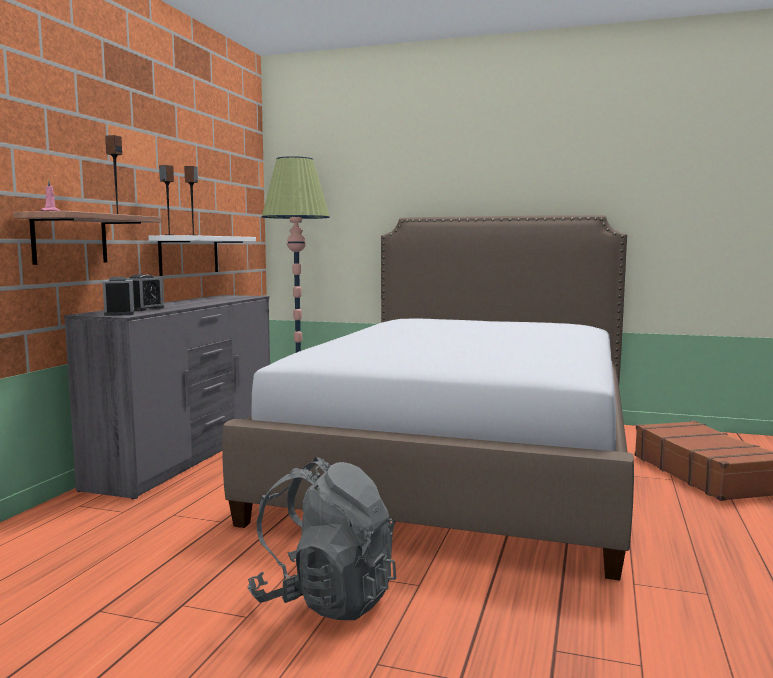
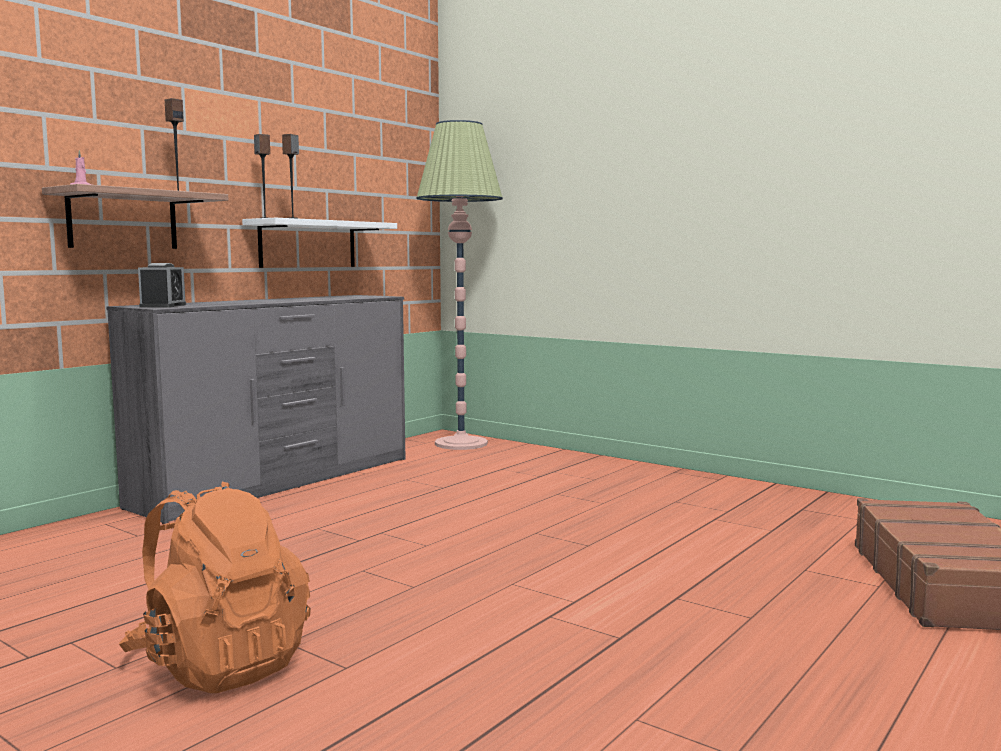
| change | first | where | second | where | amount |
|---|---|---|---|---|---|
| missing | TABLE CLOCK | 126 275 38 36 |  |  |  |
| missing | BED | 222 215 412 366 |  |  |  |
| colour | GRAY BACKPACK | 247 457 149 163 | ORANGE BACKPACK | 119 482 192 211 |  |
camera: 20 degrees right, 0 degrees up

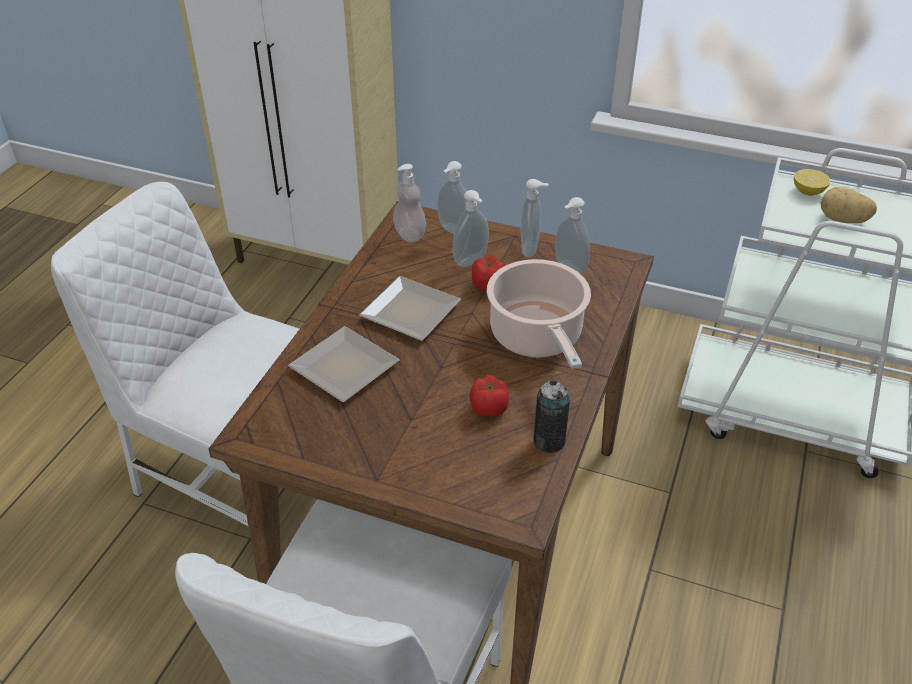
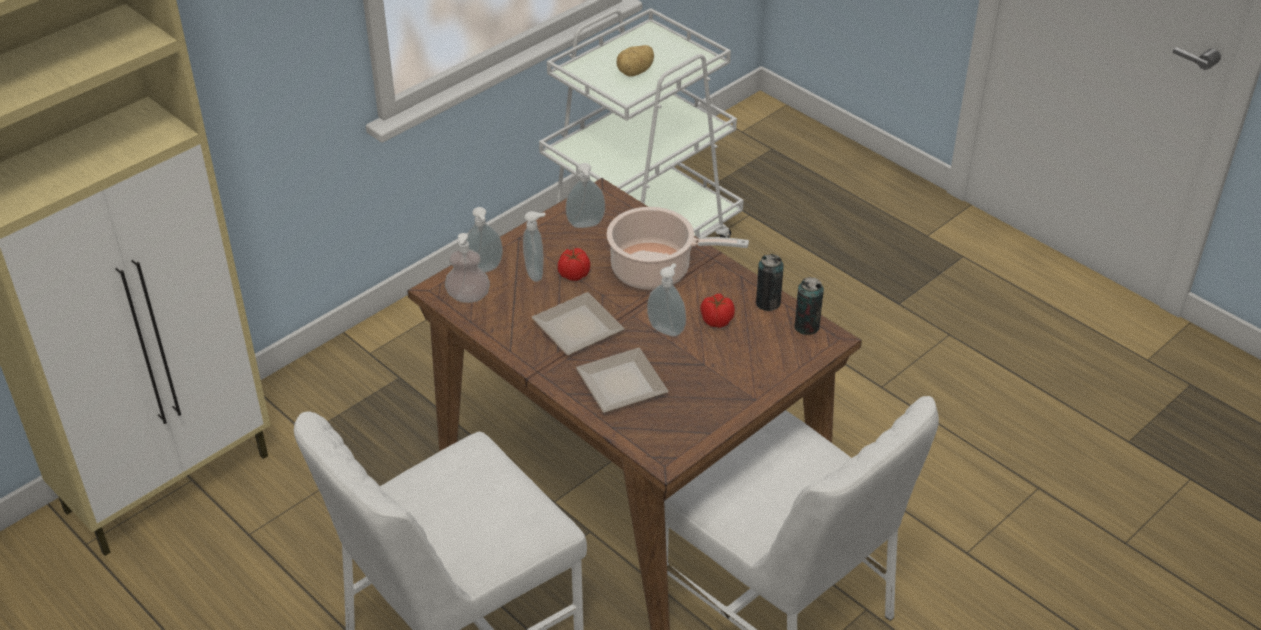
| change | first | where | second | where | amount |
|---|---|---|---|---|---|
| relocated | LIQUID SOAP BOTTLE | 520 179 29 78 |  | 647 263 39 73 |  |
| missing | CITRUS FRUIT | 794 169 36 27 |  |  |  |
| appeared |  |  | SEALED CAN | 794 277 30 58 |  |
camera: 65 degrees left, 0 degrees up

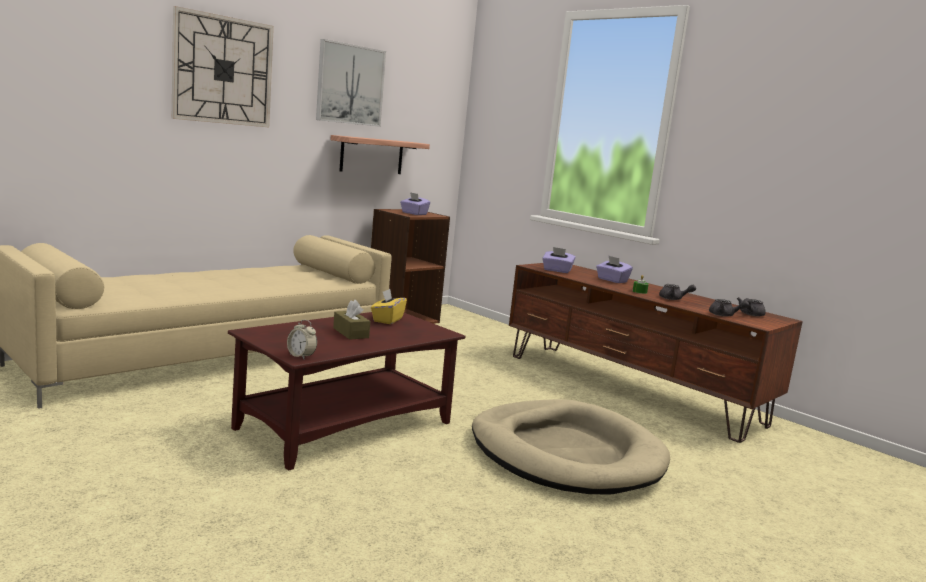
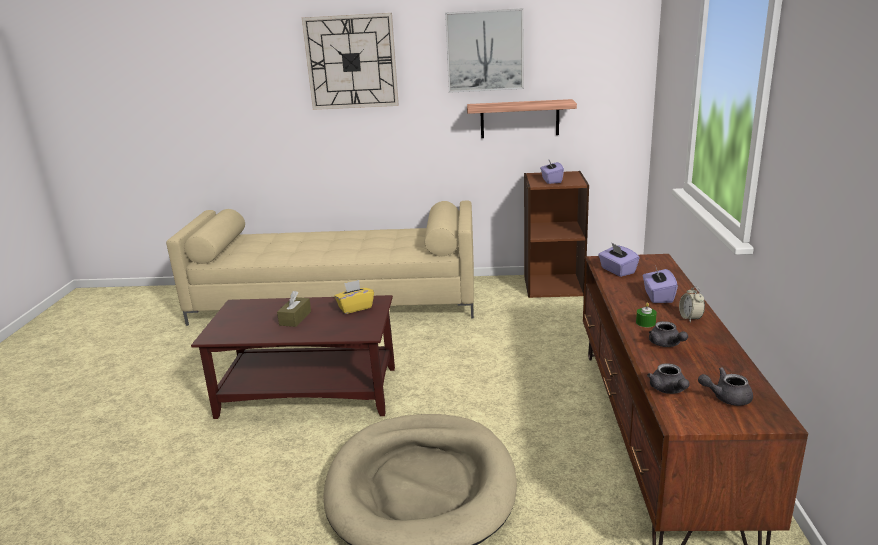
| change | first | where | second | where | amount |
|---|---|---|---|---|---|
| relocated | TABLE CLOCK | 287 320 30 39 |  | 679 286 26 37 |  |
camera: 50 degrees right, 10 degrees up

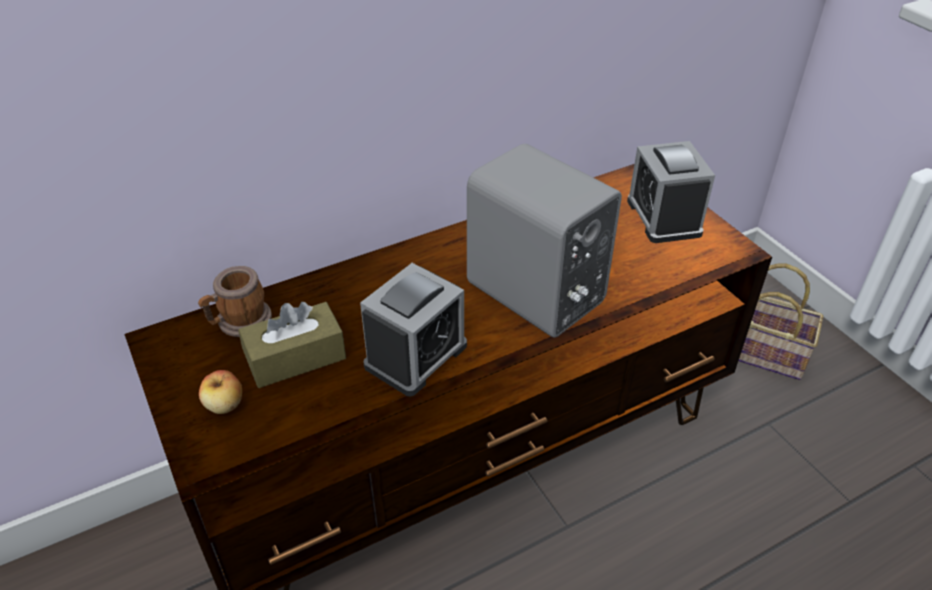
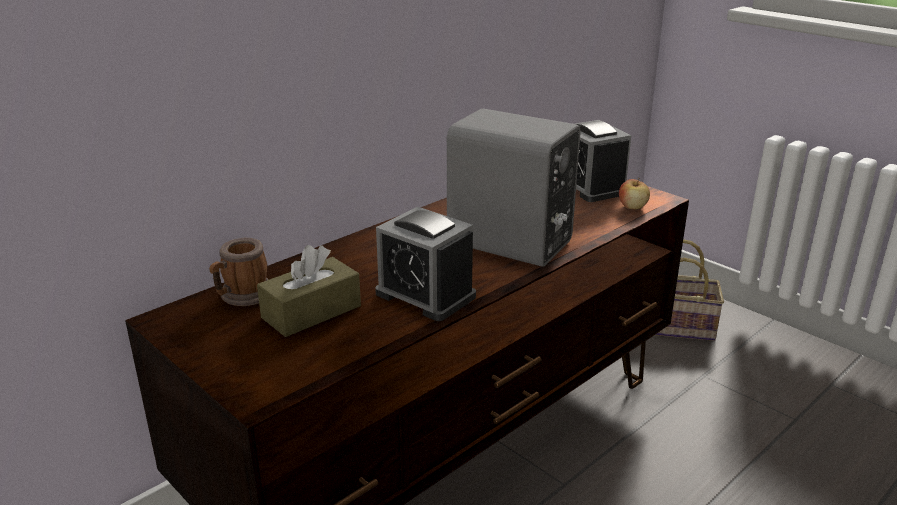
| change | first | where | second | where | amount |
|---|---|---|---|---|---|
| relocated | APPLE | 199 370 43 44 |  | 619 178 31 32 |  |
| spun | TABLE CLOCK | 360 263 107 133 |  | 375 207 101 114 | 105 degrees clockwise |
camera: 15 degrees left, 15 degrees down

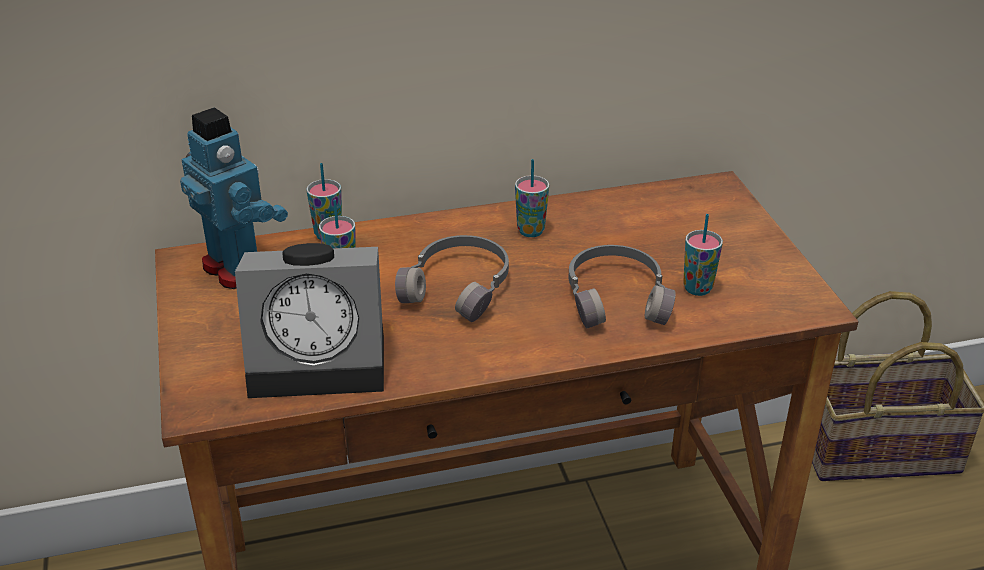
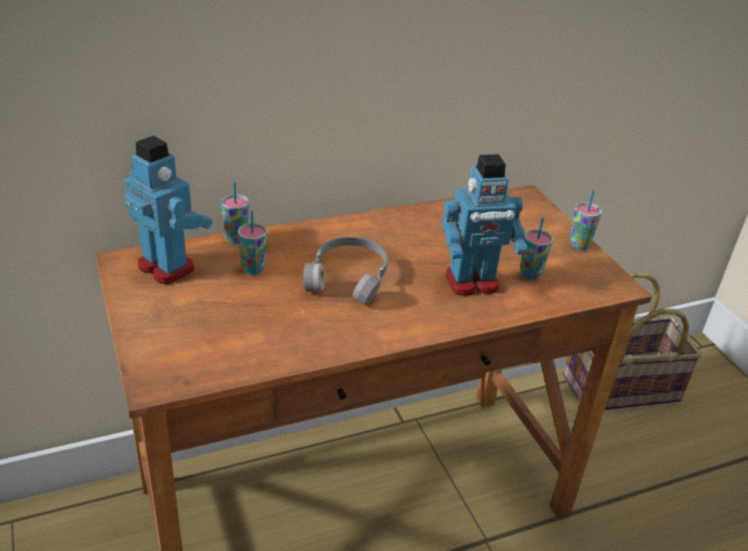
| change | first | where | second | where | amount |
|---|---|---|---|---|---|
| missing | TABLE CLOCK | 235 243 149 155 |  |  |  |
| relocated | CUP | 515 159 34 78 |  | 570 190 32 60 |  |
| exchanged | GRAY HEADSET | 569 245 106 83 | ROBOT FIGURE | 442 154 85 142 |  |
camera: 10 degrees left, 0 degrees up

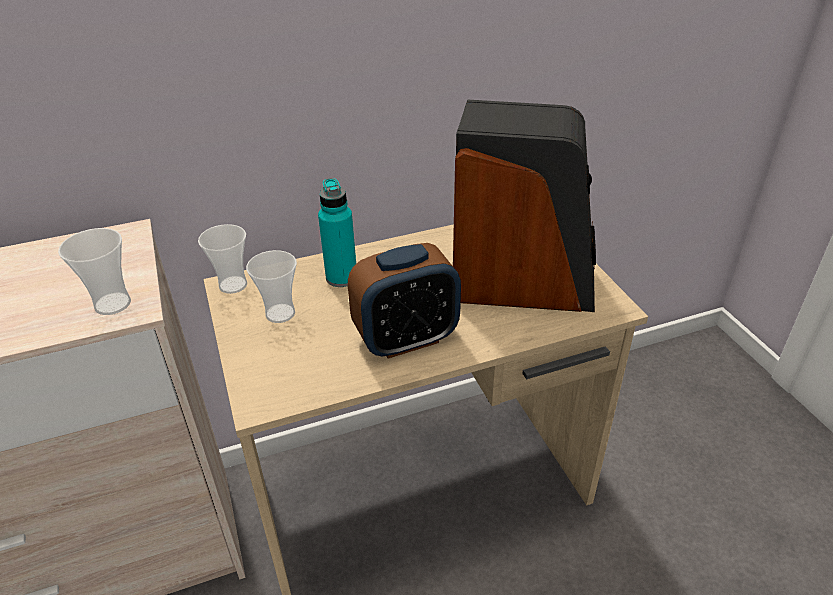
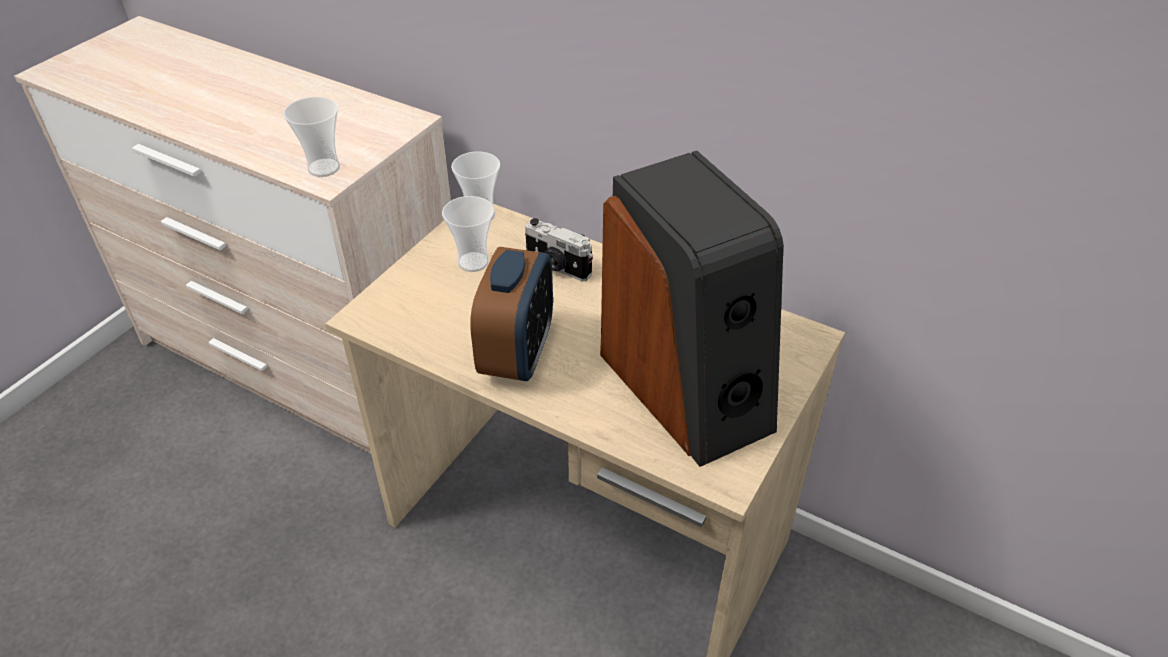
| change | first | where | second | where | amount |
|---|---|---|---|---|---|
| exchanged | TURQUOISE-COLOURED BOTTLE | 318 178 38 109 | STILL CAMERA | 525 218 68 64 |  |
| spun | TABLE CLOCK | 348 243 113 116 |  | 470 247 83 134 | 105 degrees counterclockwise |
camera: 50 degrees right, 5 degrees up

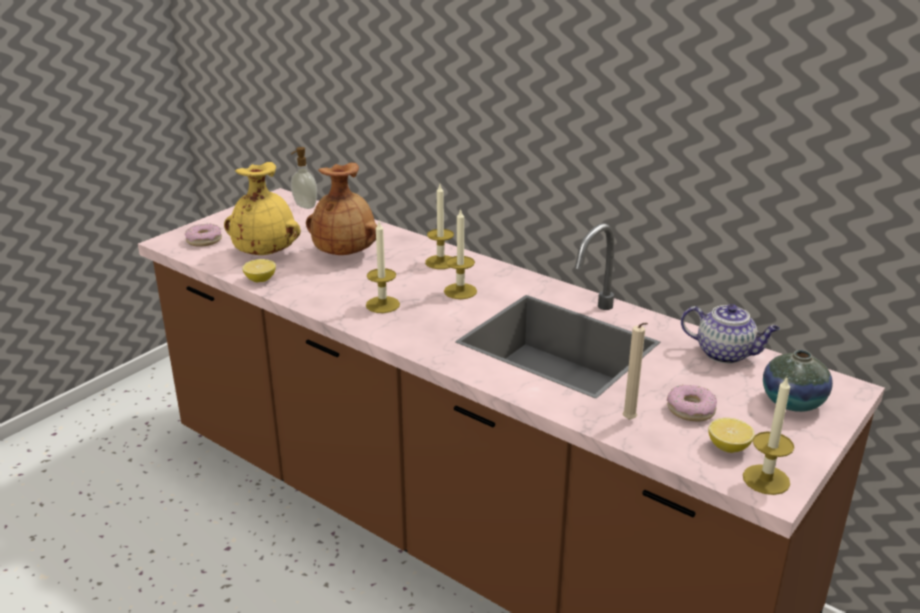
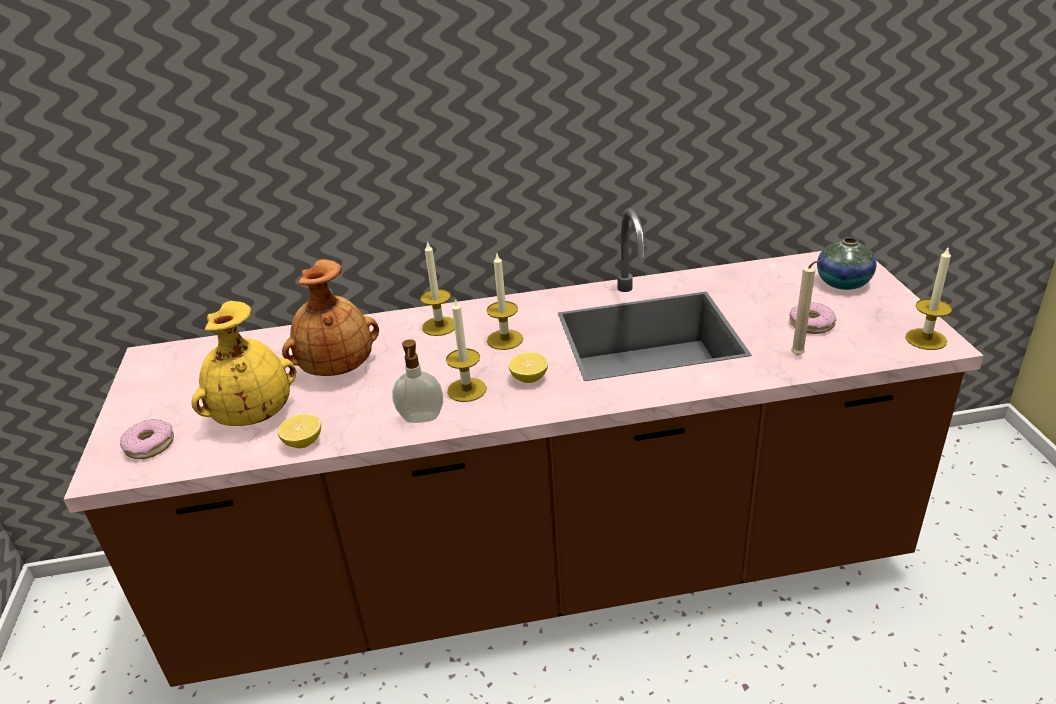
| change | first | where | second | where | amount |
|---|---|---|---|---|---|
| relocated | LIQUID SOAP BOTTLE | 291 147 26 62 |  | 392 339 51 84 |  |
| missing | TEAPOT | 681 304 99 60 |  |  |  |
| relocated | CITRUS FRUIT | 708 418 46 35 |  | 509 352 39 31 |  |
camera: 45 degrees left, 5 degrees up

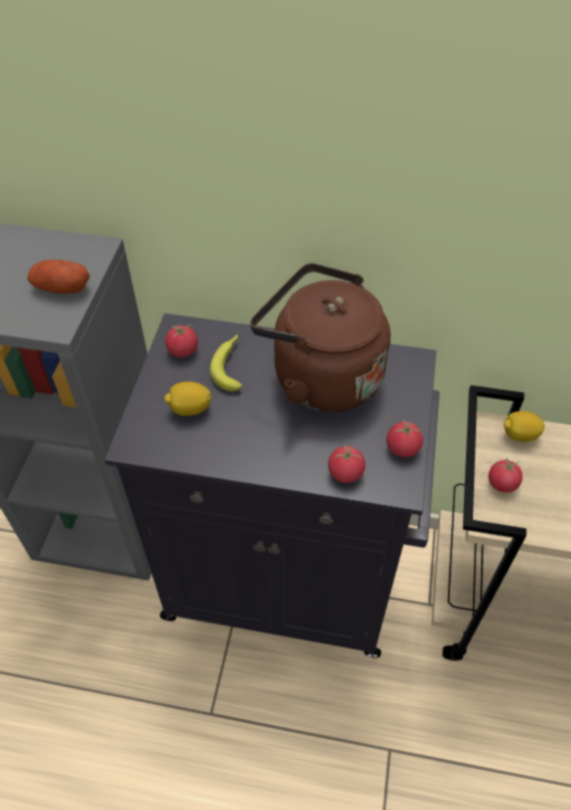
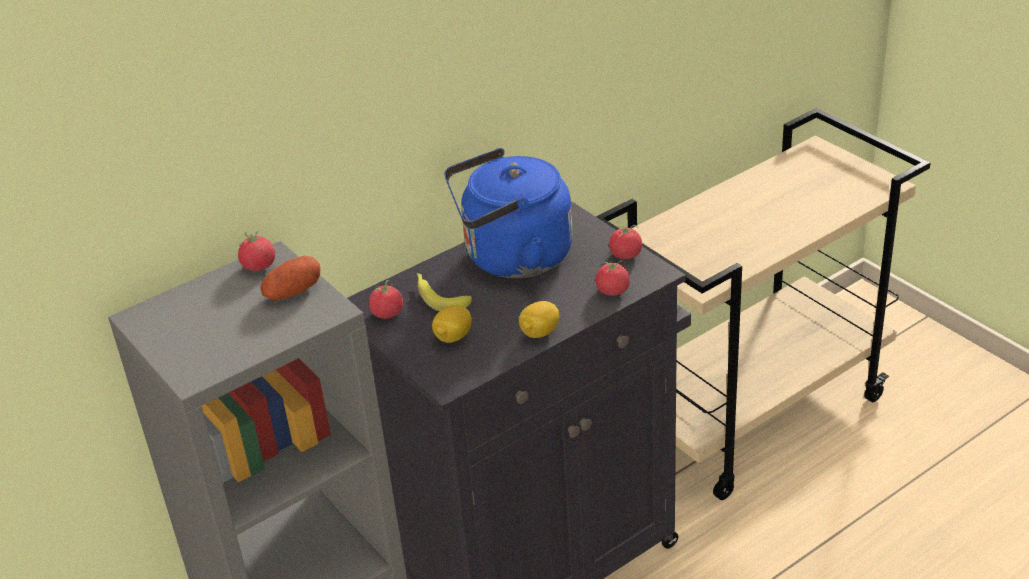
| change | first | where | second | where | amount |
|---|---|---|---|---|---|
| colour | BROWNISH TEA KETTLE | 250 263 141 149 | BLUE-COLOURED TEA KETTLE | 445 148 128 130 |  |
| relocated | FRESH TOMATO | 488 458 35 35 |  | 238 231 37 40 |  |
| relocated | CITRUS FRUIT | 504 411 41 31 |  | 519 301 40 37 |  |
camera: 45 degrees left, 15 degrees down

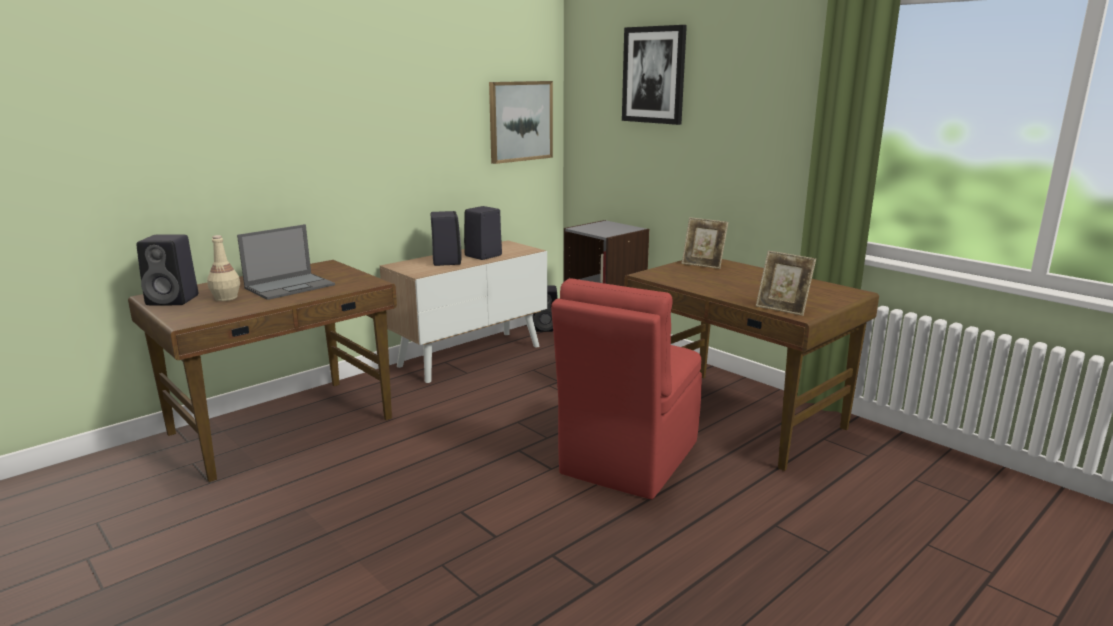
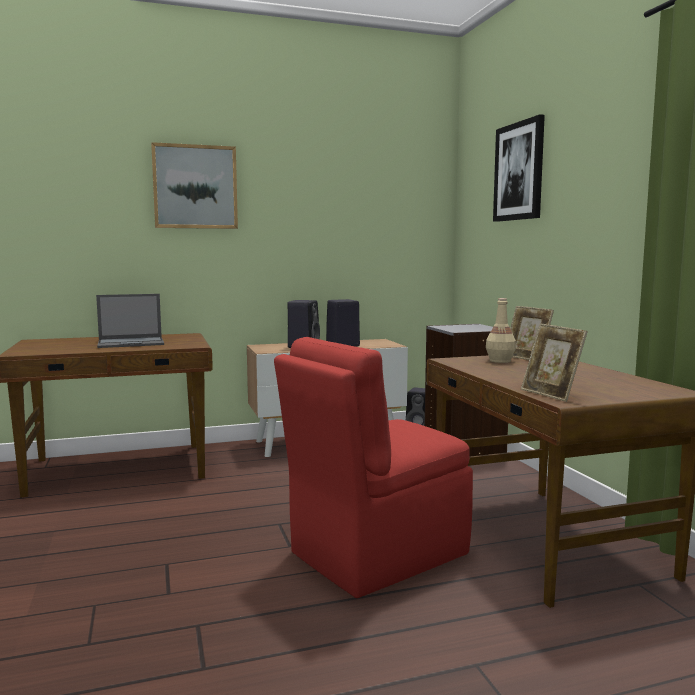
| change | first | where | second | where | amount |
|---|---|---|---|---|---|
| missing | BLACKISH SPEAKER | 137 235 62 70 |  |  |  |
| relocated | BEIGE BOTTLE | 207 235 33 66 |  | 486 298 30 65 |  |
| relocated | PICTURE | 489 81 64 83 |  | 151 142 87 87 |  |
camera: 25 degrees right, 10 degrees down

